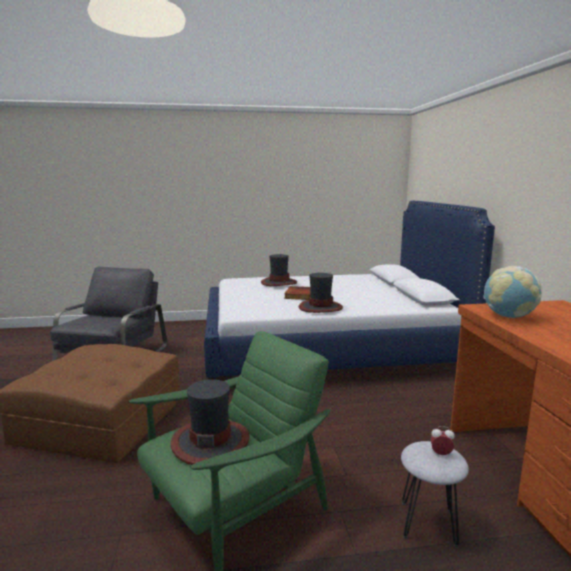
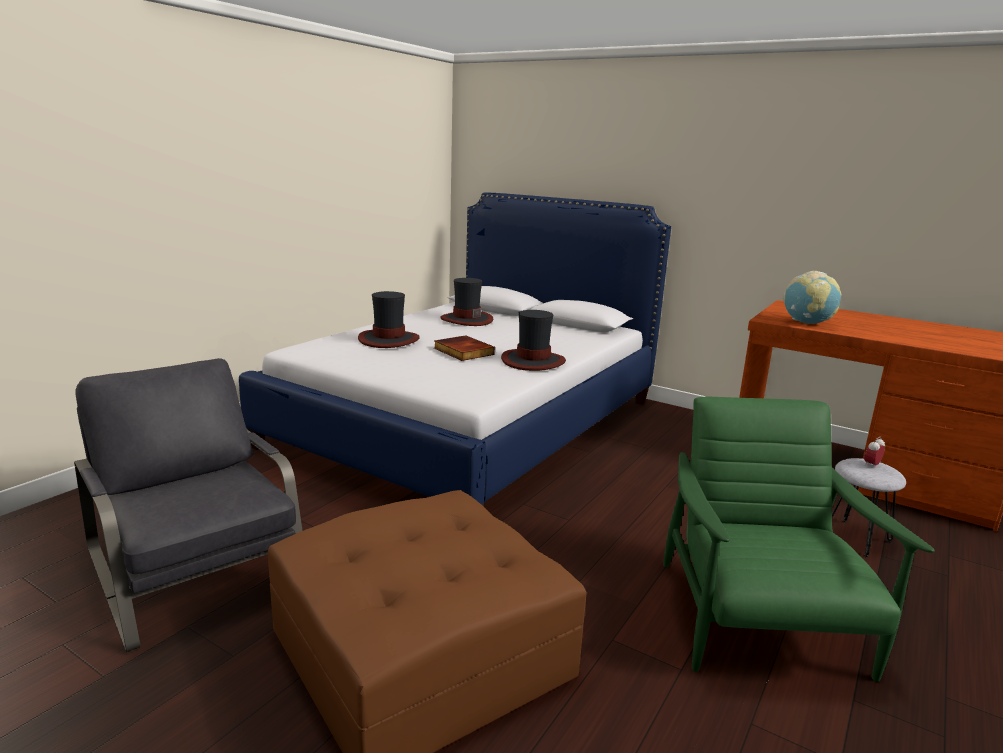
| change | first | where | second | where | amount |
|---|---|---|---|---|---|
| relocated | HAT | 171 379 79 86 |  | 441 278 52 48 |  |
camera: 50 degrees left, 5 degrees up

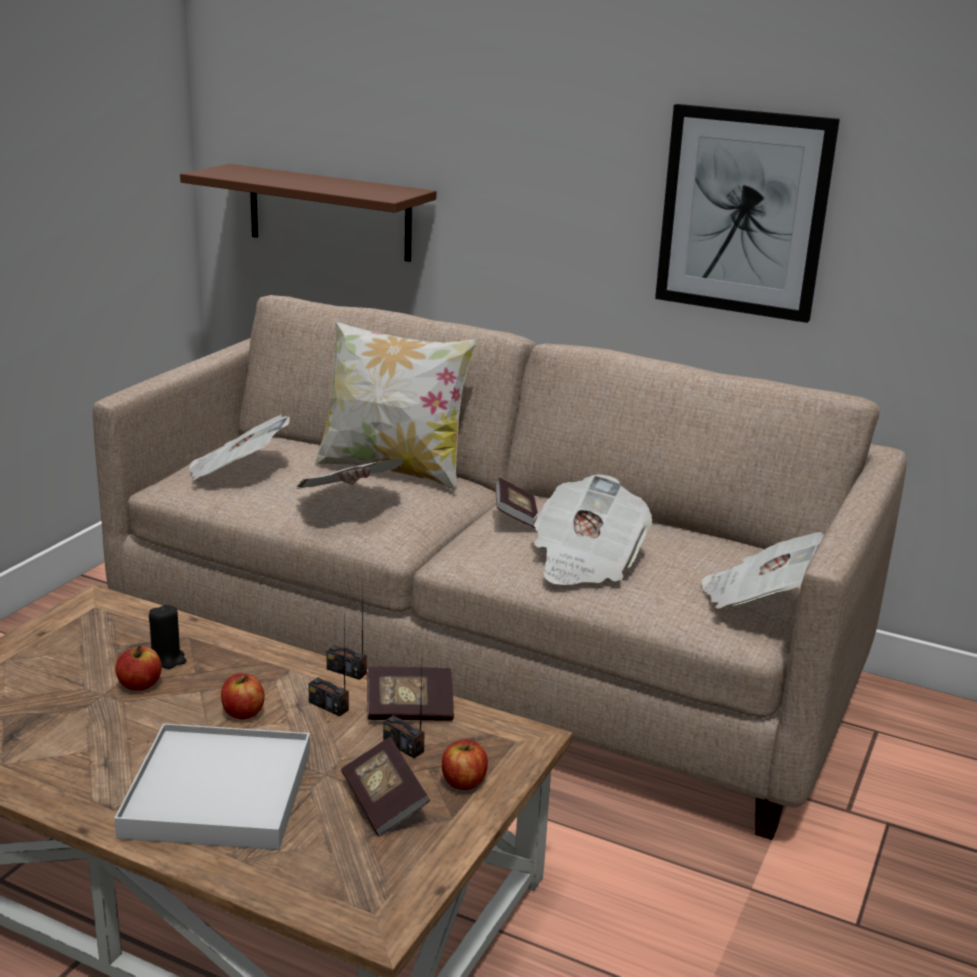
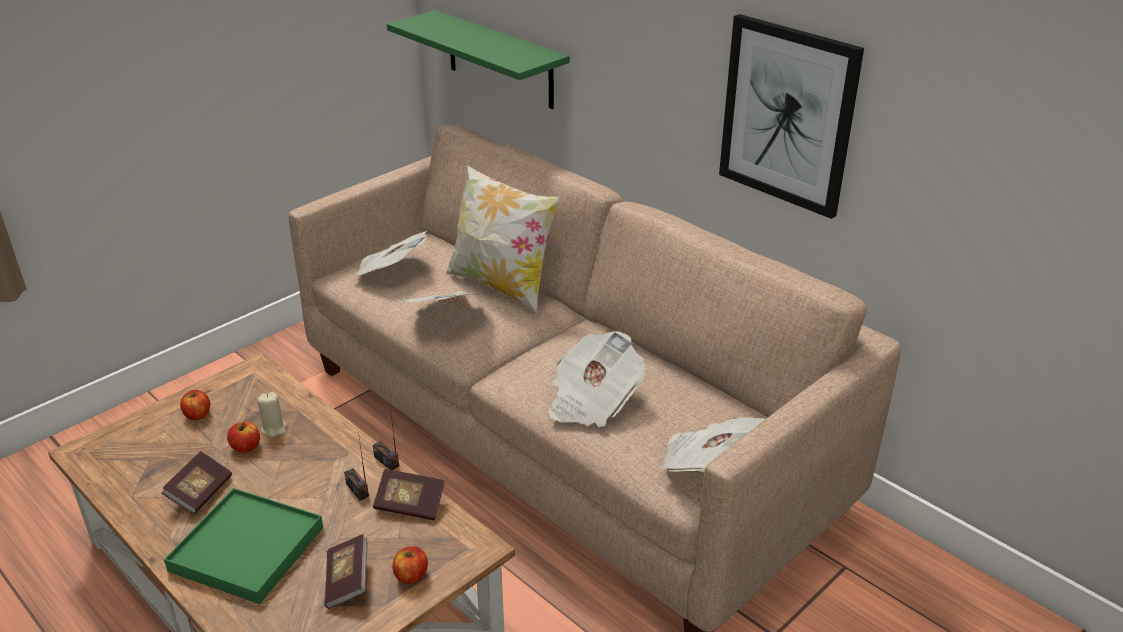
| change | first | where | second | where | amount |
|---|---|---|---|---|---|
| colour | WHITE-COLOURED TRAY | 114 723 196 127 | GREEN-COLOURED TRAY | 164 488 159 116 |  |
| colour | BLACKISH WAX CANDLE | 149 605 37 64 | BEIGE WAX CANDLE | 258 392 29 45 |  |
| colour | BROWNISH SHELF | 180 164 256 98 | GREEN-COLOURED SHELF | 387 10 183 99 |  |
| relocated | APPLE | 221 673 44 47 |  | 180 390 30 30 |  |
| missing | RADIO | 383 672 42 86 |  |  |  |
| relocated | VOLUME | 495 477 43 51 |  | 161 451 71 63 |  |
camera: 20 degrees right, 10 degrees up

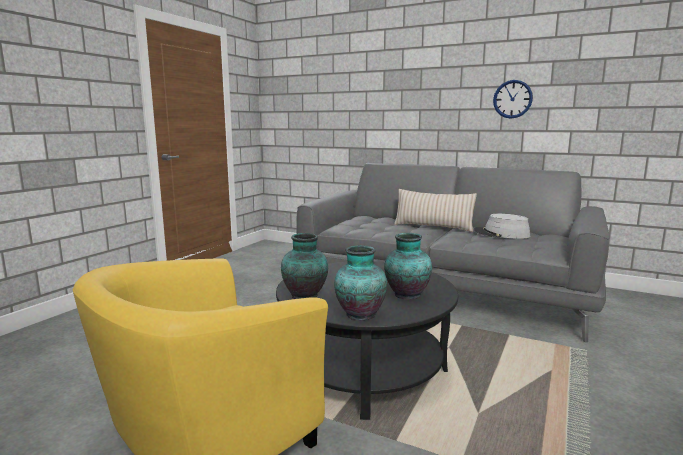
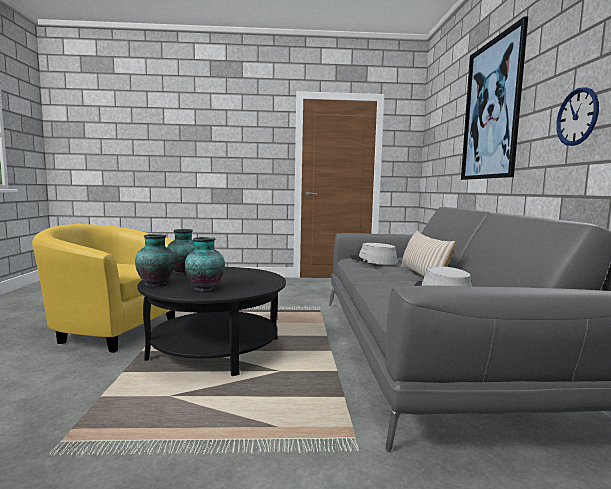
| change | first | where | second | where | amount |
|---|---|---|---|---|---|
| appeared |  |  | GRAY HAT | 350 243 48 22 |  |
| appeared |  |  | PICTURE | 461 16 67 164 |  |
camera: 60 degrees right, 5 degrees down

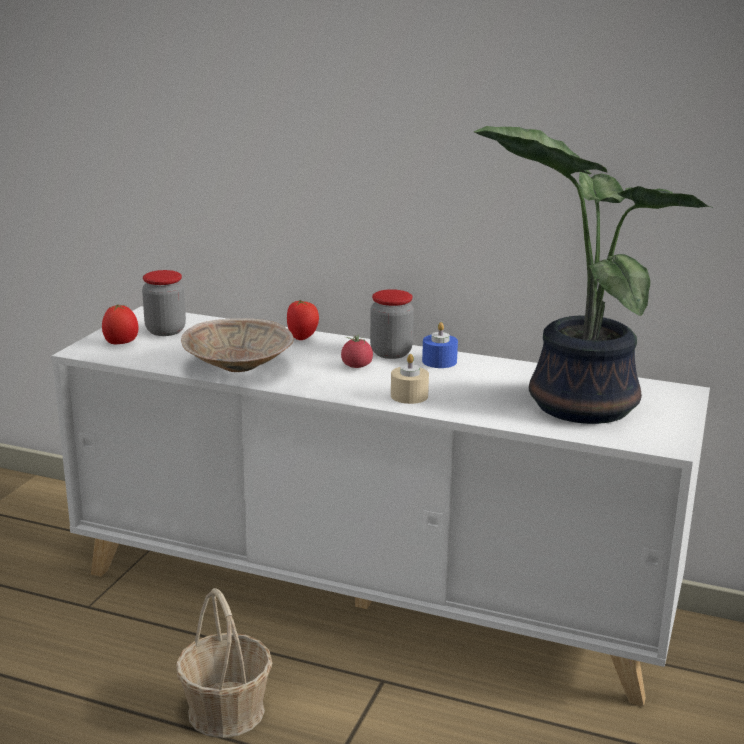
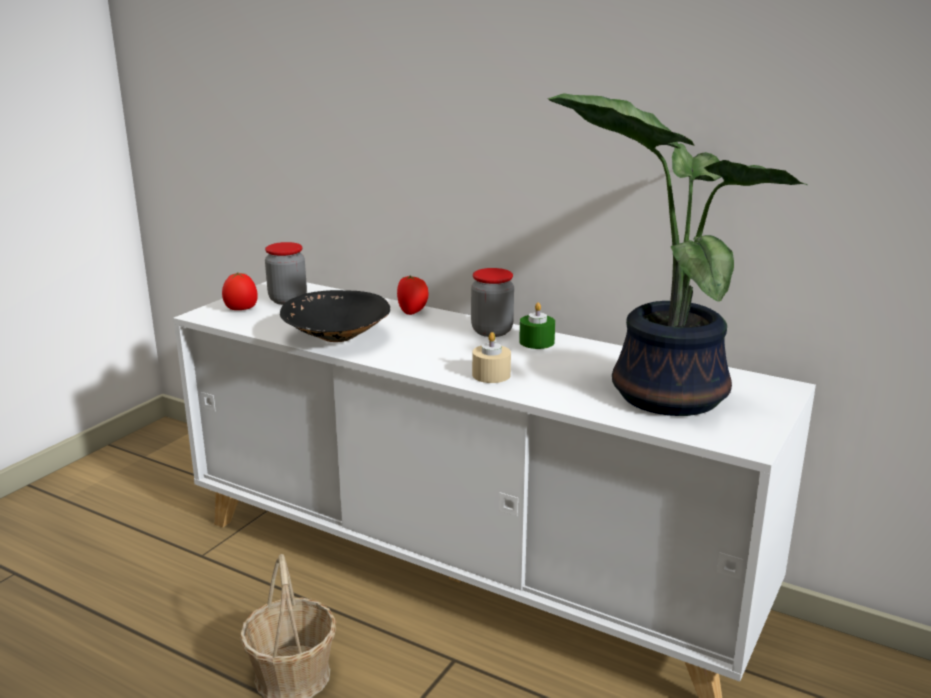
| change | first | where | second | where | amount |
|---|---|---|---|---|---|
| colour | BEIGE SERVING BOWL | 181 318 113 54 | BLACKISH SERVING BOWL | 280 290 110 52 |  |
| missing | FRESH TOMATO | 341 334 32 34 |  |  |  |
| colour | BLUE-COLOURED WAX CANDLE | 422 322 36 46 | GREEN-COLOURED WAX CANDLE | 519 302 36 47 |  |
camera: 10 degrees right, 0 degrees up

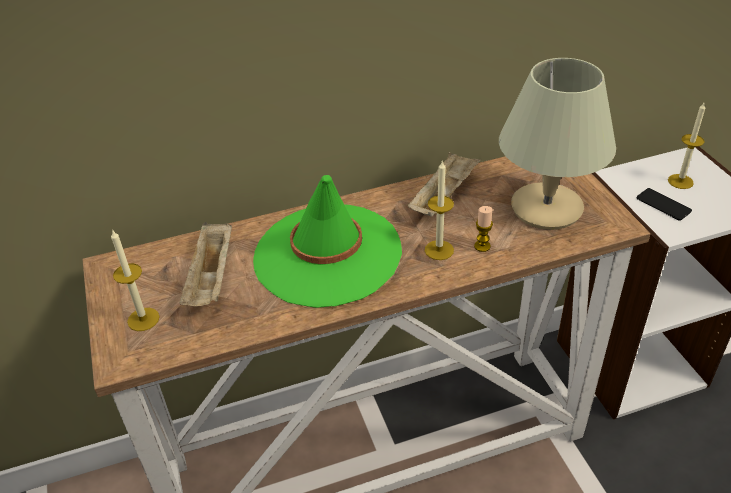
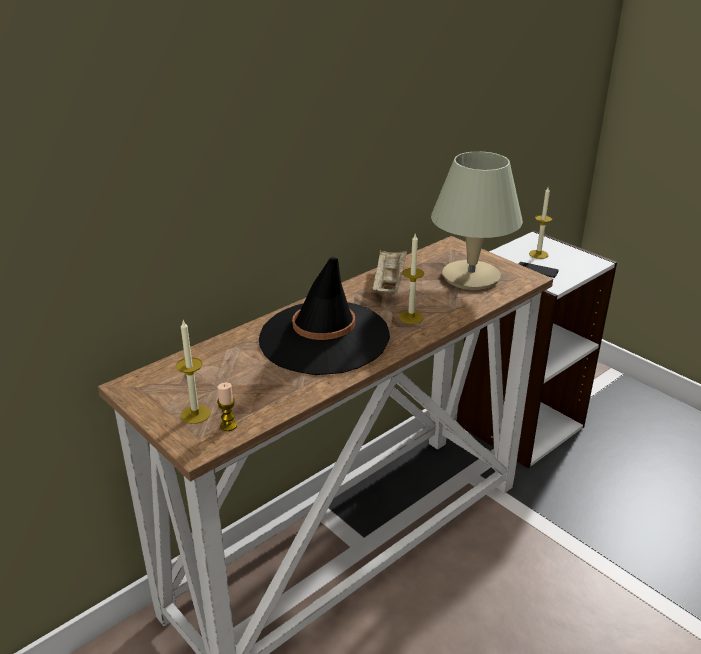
| change | first | where | second | where | amount |
|---|---|---|---|---|---|
| missing | BEIGE TRAY | 179 222 53 84 |  |  |  |
| colour | GREEN-COLOURED HAT | 253 175 149 133 | BLACKISH HAT | 259 257 131 118 |  |
| relocated | WAX CANDLE | 474 206 19 46 |  | 217 383 20 48 |  |
camera: 25 degrees left, 10 degrees down

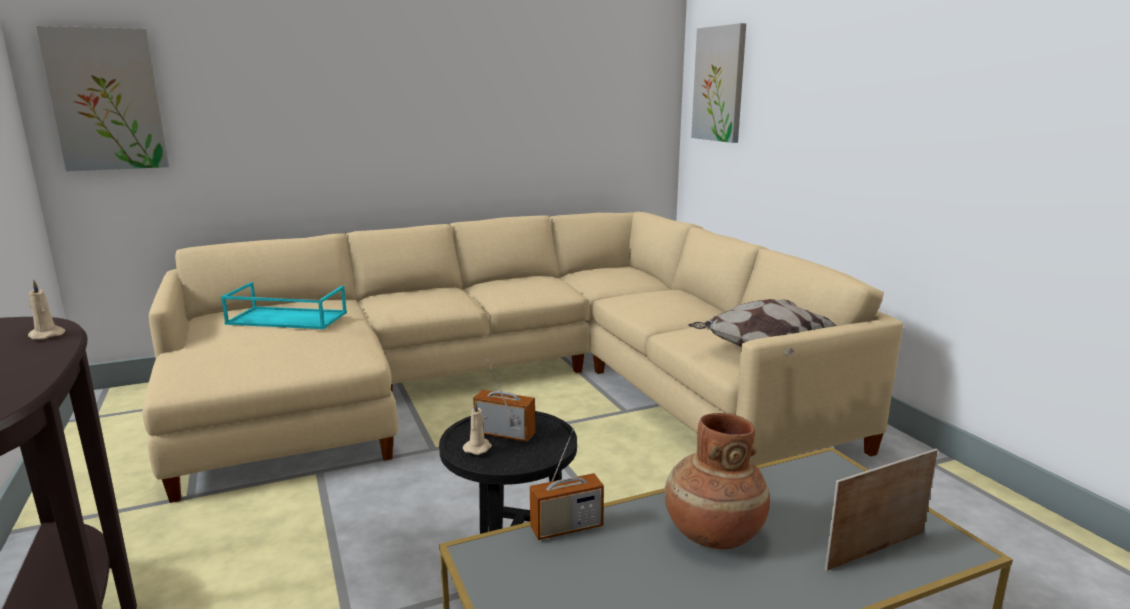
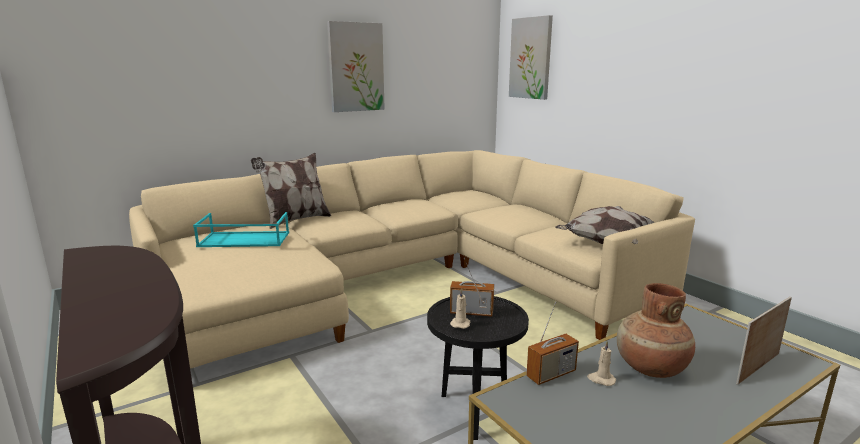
| change | first | where | second | where | amount |
|---|---|---|---|---|---|
| relocated | BEIGE WAX CANDLE | 28 280 38 60 |  | 587 341 29 45 |  |
| relocated | PICTURE | 36 26 133 145 |  | 327 21 58 91 |  |
| appeared |  |  | PILLOW | 251 153 80 76 |  |
camera: 10 degrees left, 0 degrees up

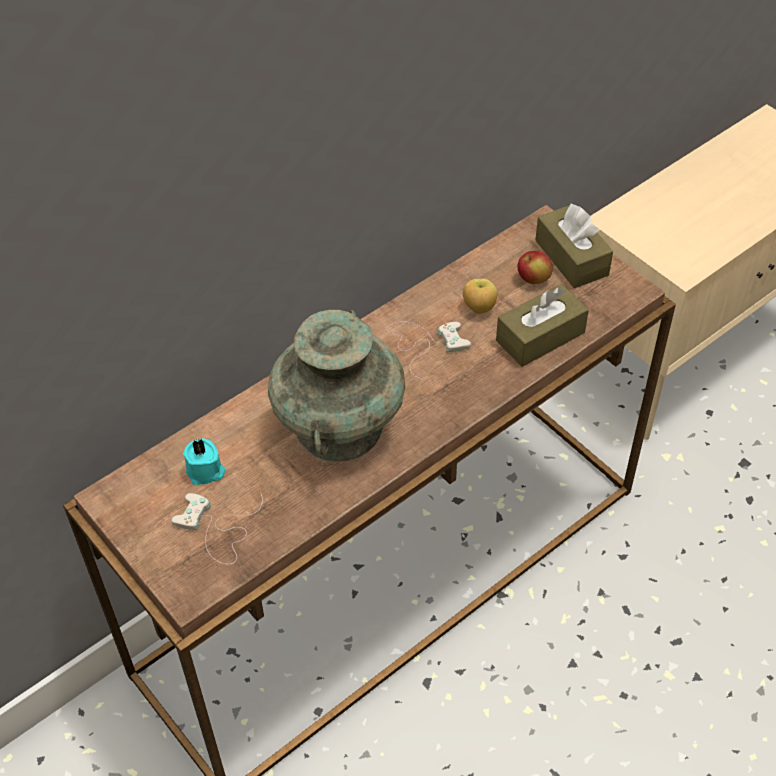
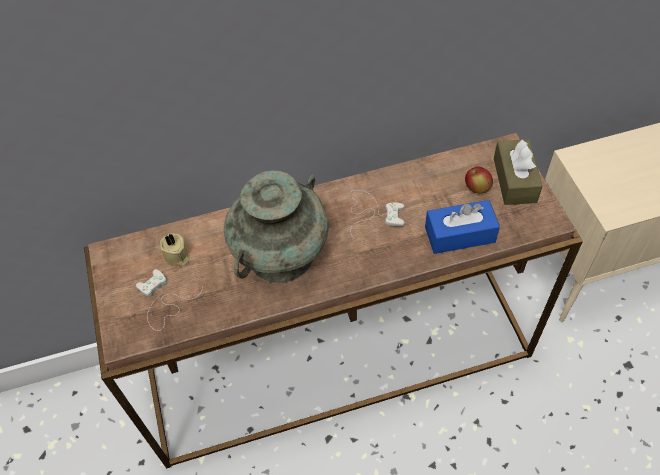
| change | first | where | second | where | amount |
|---|---|---|---|---|---|
| colour | TURQUOISE-COLOURED WAX CANDLE | 183 438 42 47 | BEIGE WAX CANDLE | 160 233 30 33 |  |
| missing | APPLE | 463 279 34 35 |  |  |  |
| colour | BROWNISH TISSUE HOLDER | 496 284 93 83 | BLUE-COLOURED TISSUE HOLDER | 425 200 75 54 |  |
camera: 25 degrees right, 5 degrees up

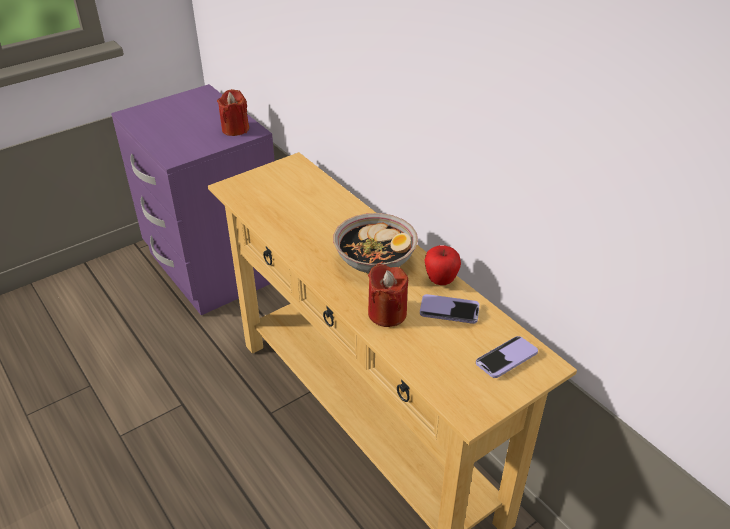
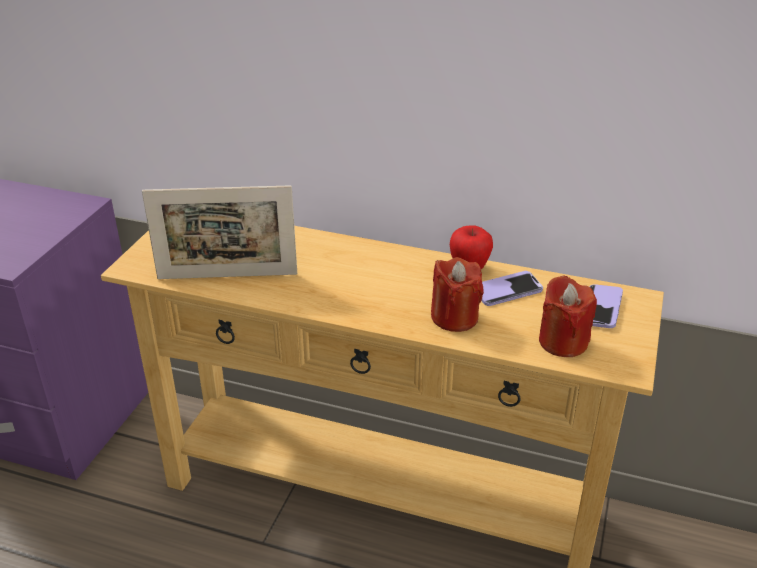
| change | first | where | second | where | amount |
|---|---|---|---|---|---|
| relocated | REDDISH WAX CANDLE | 217 89 32 47 |  | 539 275 58 82 |  |
| missing | SERVING BOWL | 333 213 85 60 |  |  |  |
| appeared |  |  | PICTURE FRAME | 142 185 155 94 |  |
camera: 35 degrees left, 5 degrees down

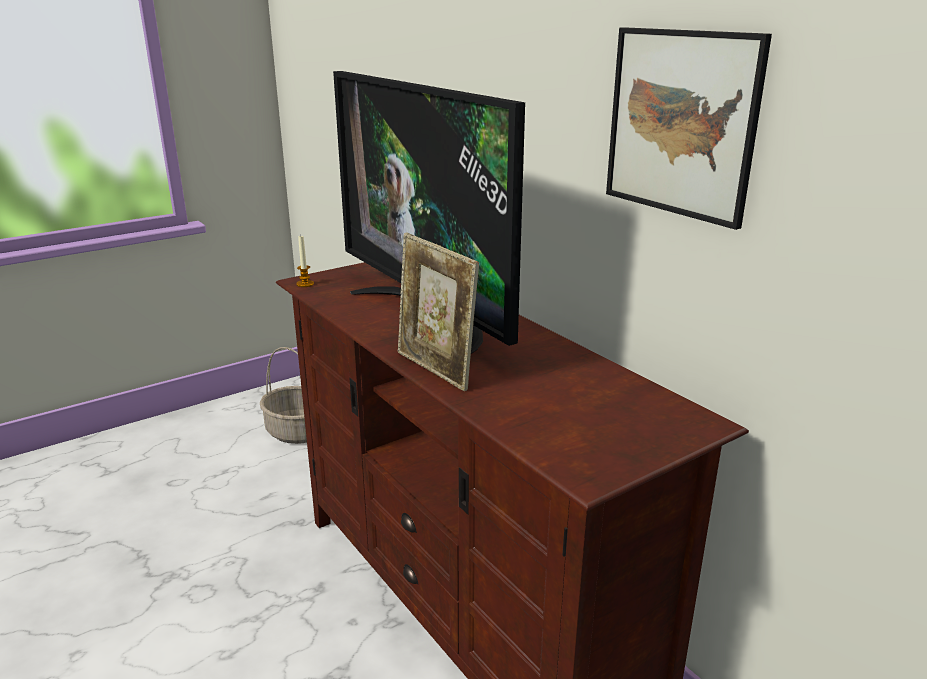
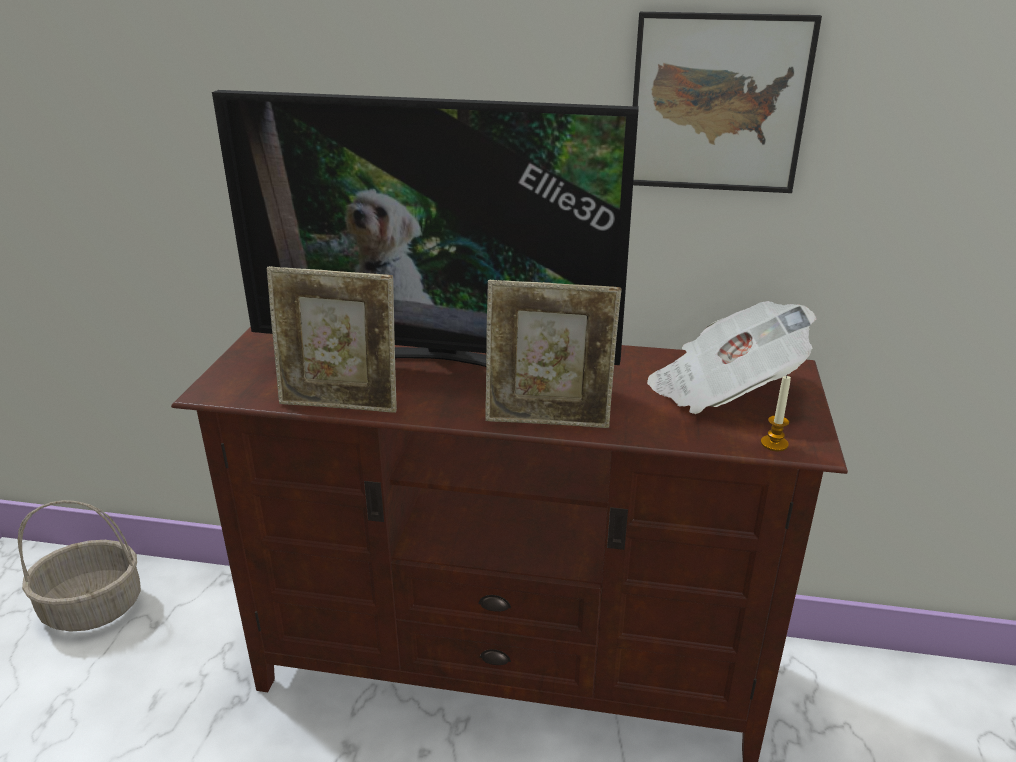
| change | first | where | second | where | amount |
|---|---|---|---|---|---|
| relocated | WAX CANDLE | 296 236 18 51 |  | 761 376 30 75 |  |
| appeared |  |  | PICTURE FRAME | 267 266 130 147 |  |
| appeared |  |  | NEWSPAPER | 647 301 170 113 |  |
camera: 45 degrees left, 5 degrees up

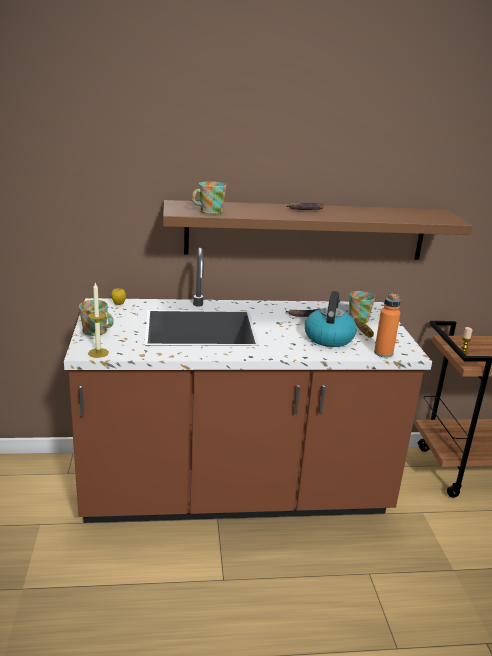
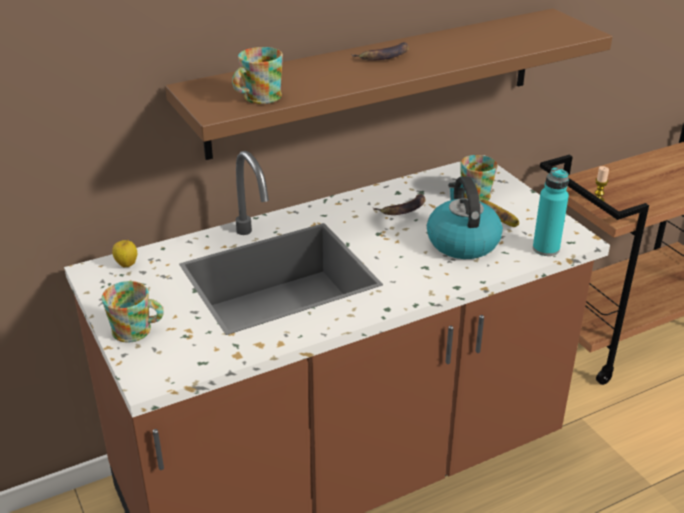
| change | first | where | second | where | amount |
|---|---|---|---|---|---|
| missing | WAX CANDLE | 88 283 21 75 |  |  |  |
| colour | ORANGE BOTTLE | 374 293 26 64 | TURQUOISE-COLOURED BOTTLE | 533 167 36 89 |  |
camera: 20 degrees left, 10 degrees up

